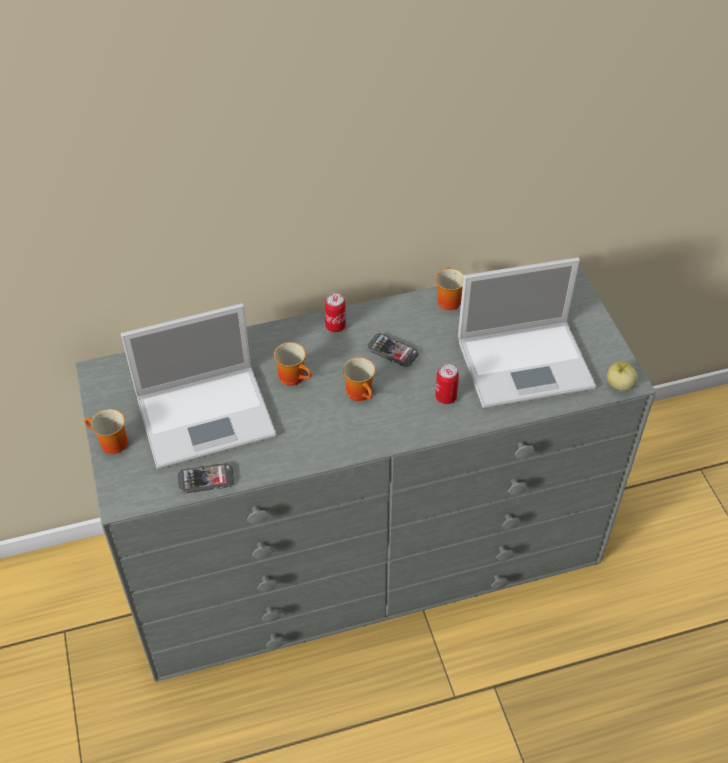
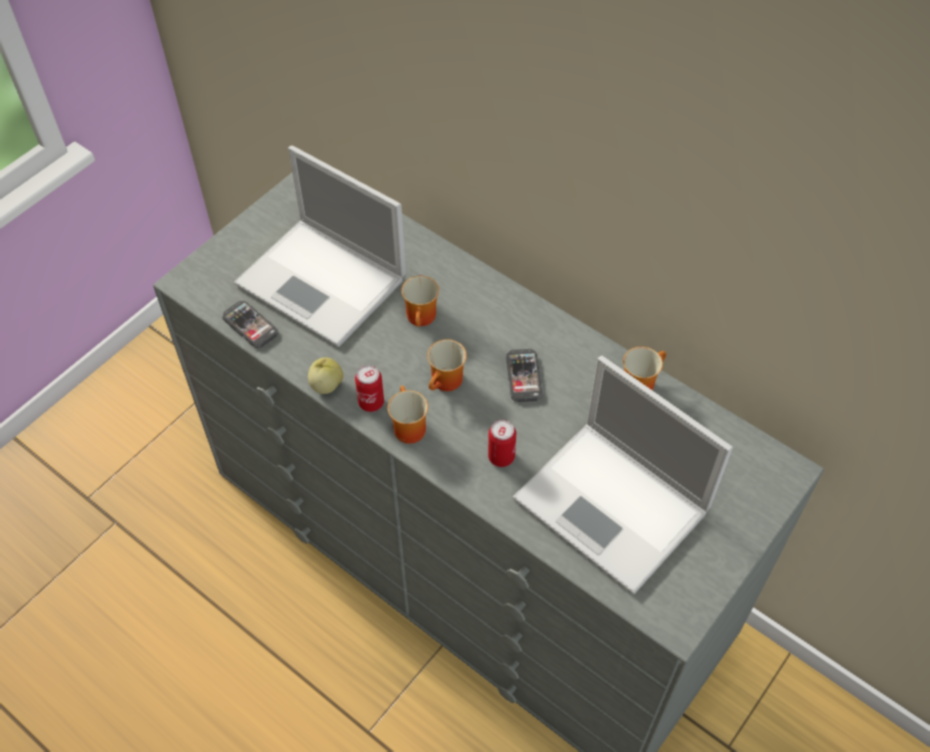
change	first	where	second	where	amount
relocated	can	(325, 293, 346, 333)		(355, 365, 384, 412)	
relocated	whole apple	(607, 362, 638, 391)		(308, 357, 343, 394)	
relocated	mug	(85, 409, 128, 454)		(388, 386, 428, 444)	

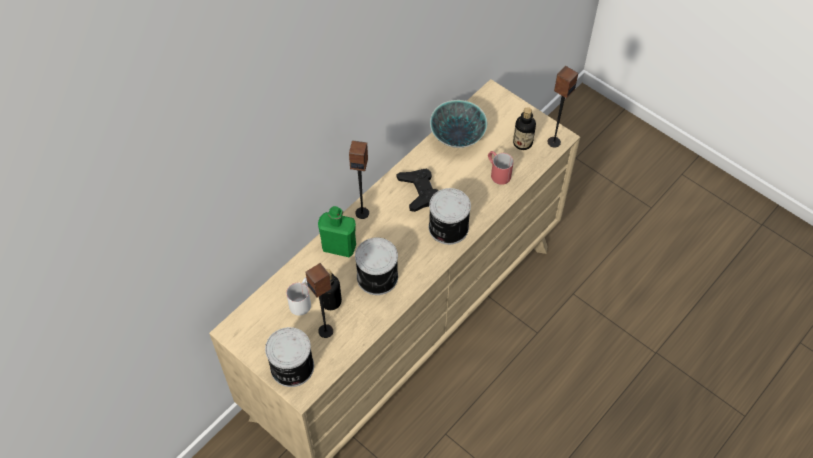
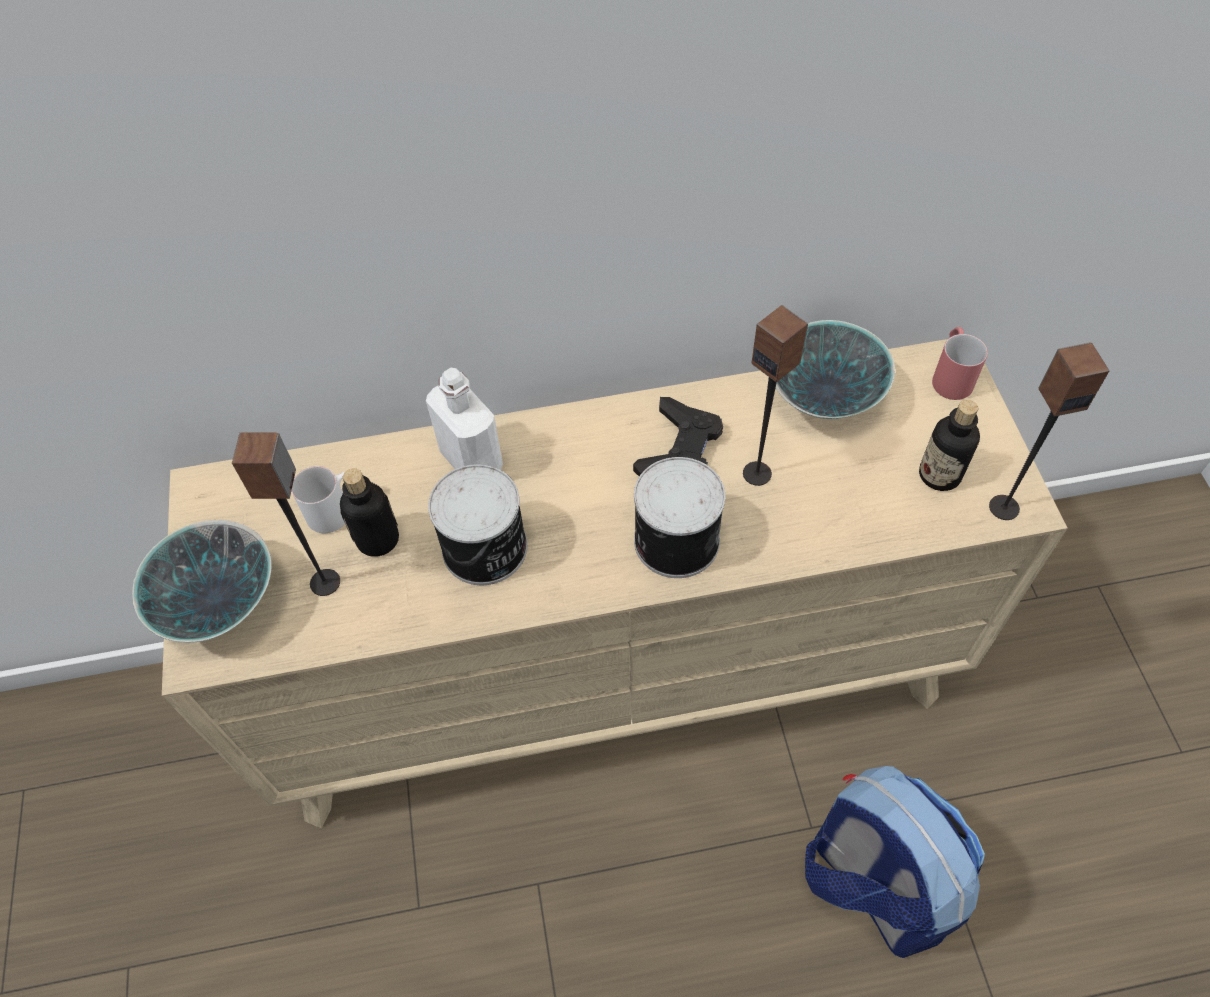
change	first	where	second	where	amount
relocated	loudspeaker	(349, 140, 369, 219)		(743, 305, 808, 486)	
relocated	red mug	(488, 151, 514, 185)		(932, 327, 988, 400)	
colour	greenish bottle	(318, 206, 356, 257)	white-coloured bottle	(426, 368, 503, 470)	
exchanged	can	(265, 327, 314, 387)	serving bowl	(132, 520, 272, 643)	
appeared			knapsack	(805, 766, 985, 958)	

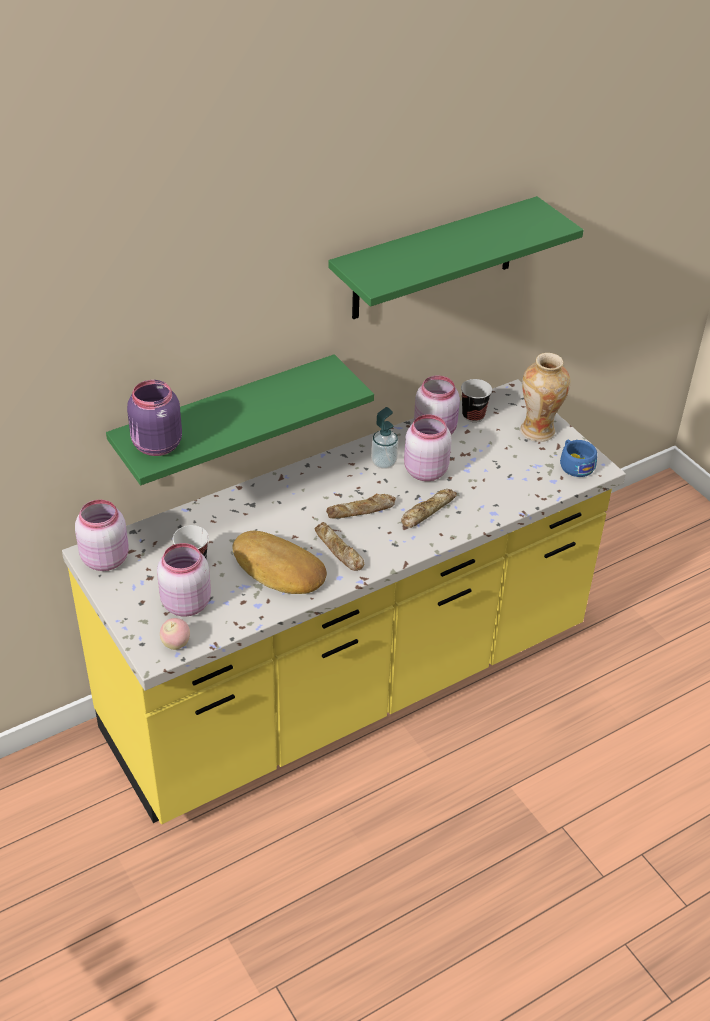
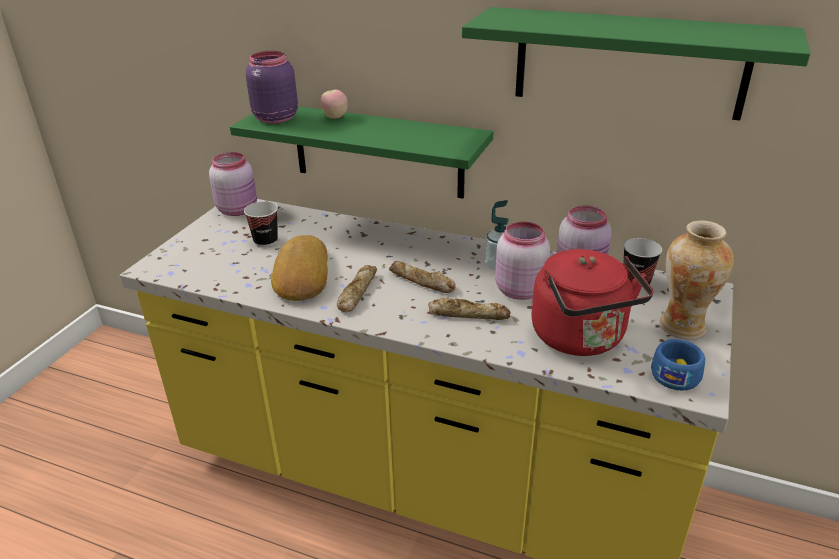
change	first	where	second	where	amount
missing	pinkish storage jar	(157, 543, 211, 617)			
relocated	whole apple	(160, 618, 190, 650)		(320, 89, 348, 119)	
appeared			red water kettle	(531, 249, 654, 356)	

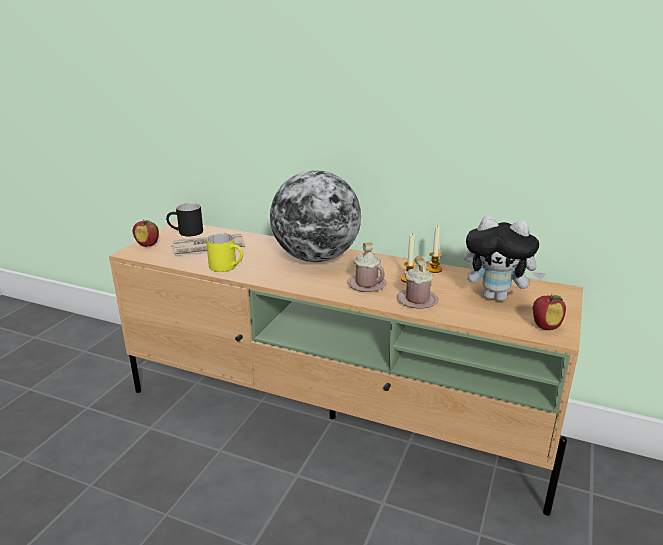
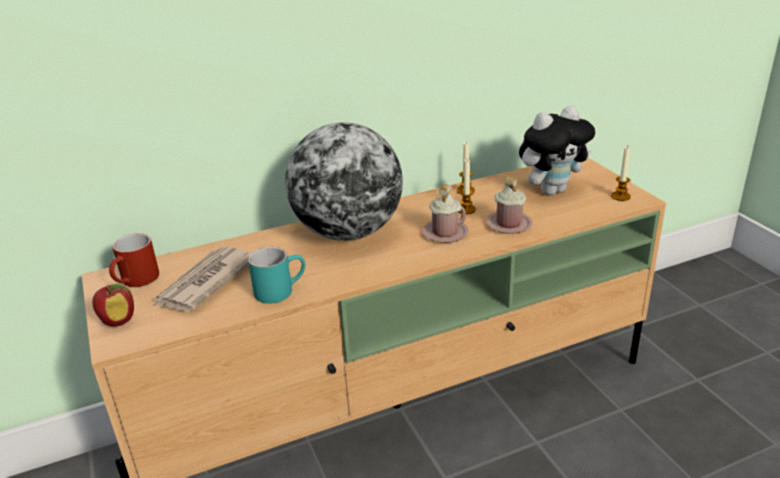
change	first	where	second	where	amount
colour	blackish mug	(166, 203, 203, 236)	red mug	(109, 233, 159, 287)	
colour	yellow mug	(206, 233, 243, 272)	turquoise-coloured mug	(248, 247, 305, 304)	
exchanged	whole apple	(533, 294, 566, 330)	wax light	(611, 146, 631, 201)	

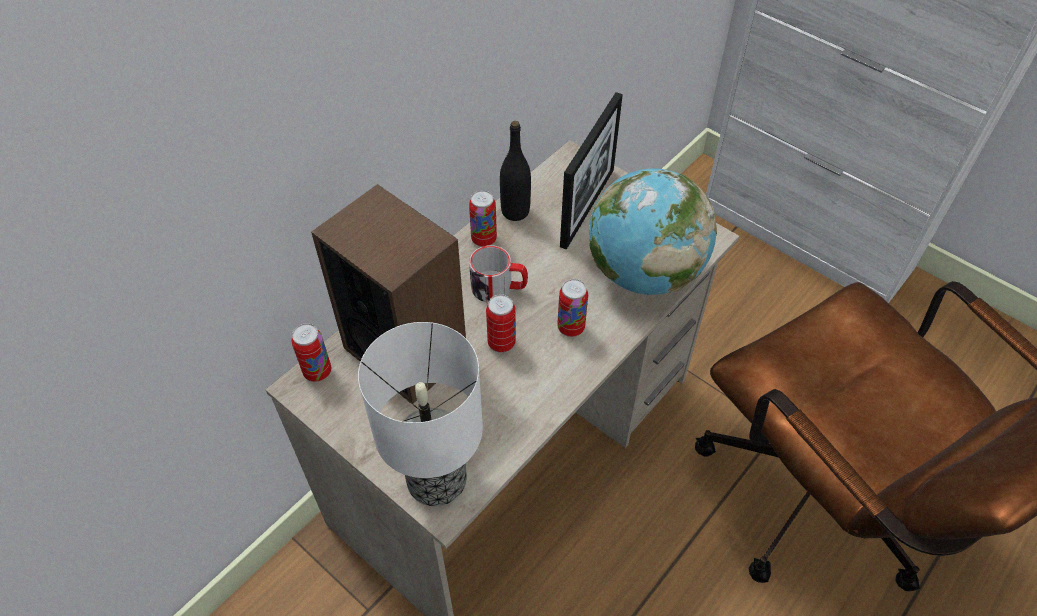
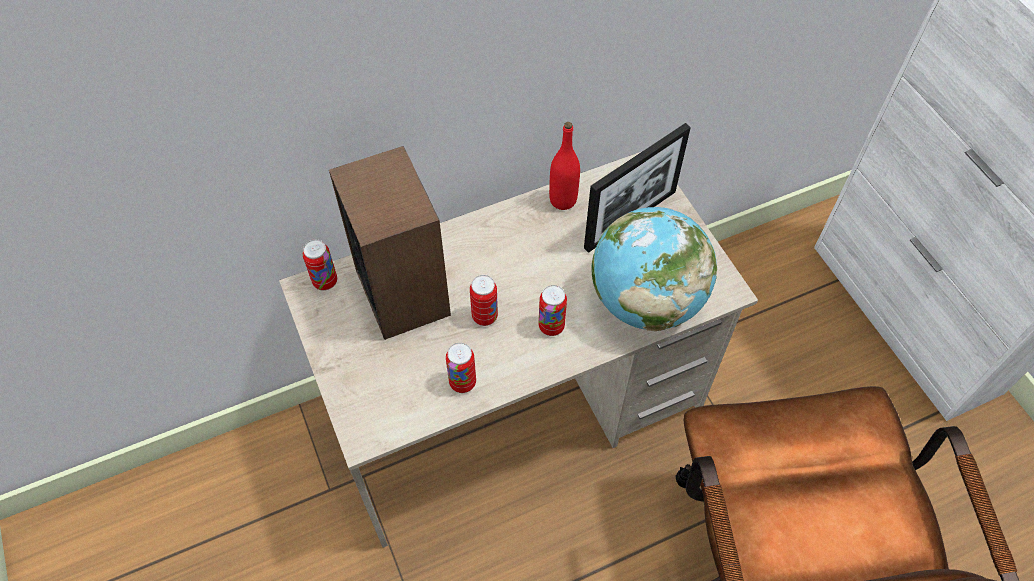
change	first	where	second	where	amount
colour	blackish bottle	(500, 121, 531, 221)	red bottle	(549, 122, 580, 210)	
relocated	can	(469, 190, 497, 247)		(446, 342, 476, 393)	
missing	mug	(469, 245, 528, 303)			
missing	table lamp	(358, 322, 483, 506)			

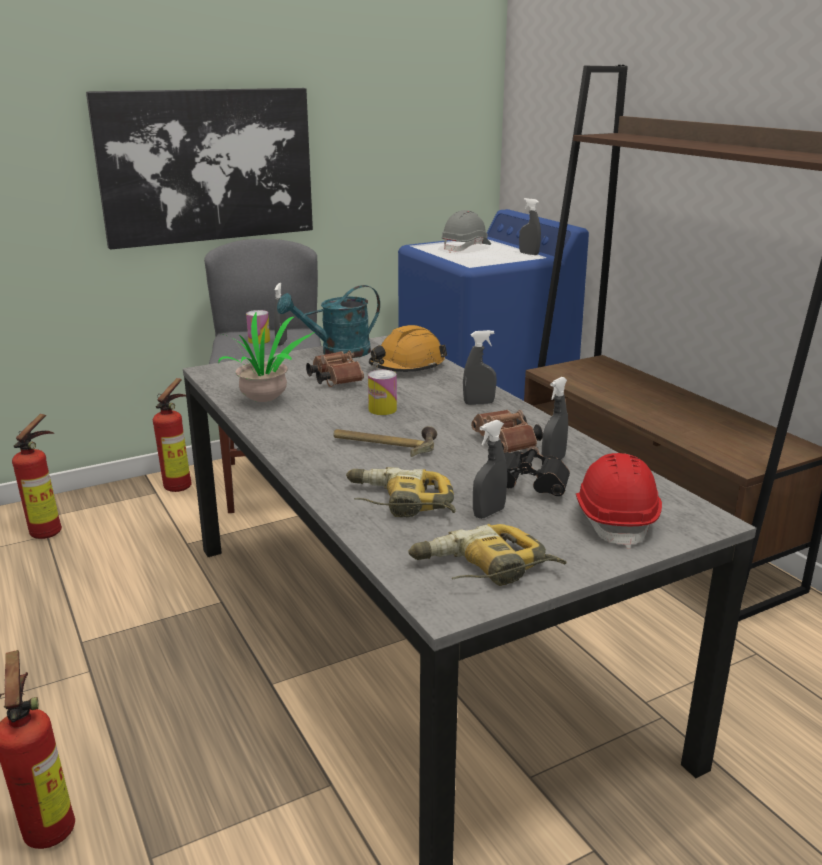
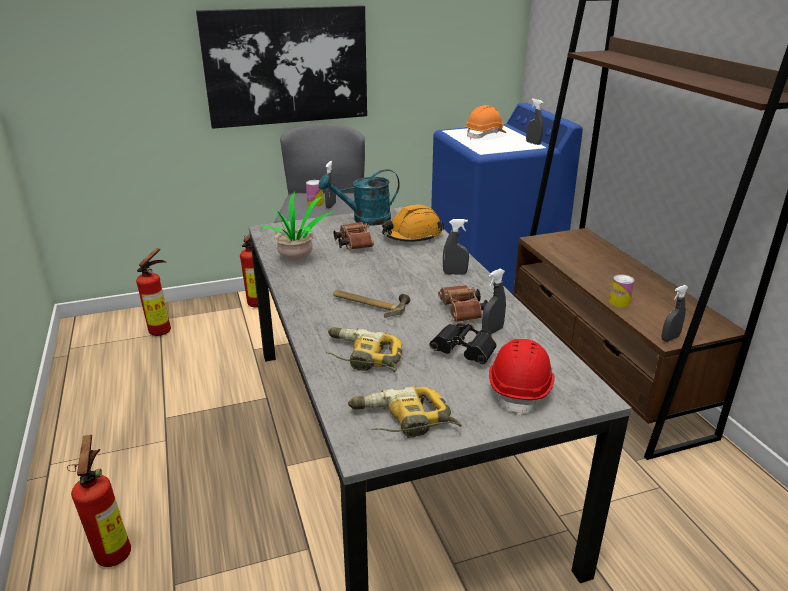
change	first	where	second	where	amount
colour	gray hard hat	(441, 210, 491, 253)	orange-coloured hard hat	(466, 105, 506, 139)	
relocated	can	(368, 370, 397, 415)		(609, 274, 634, 308)	
relocated	gray hand sprayer	(473, 420, 507, 519)		(662, 285, 689, 342)	

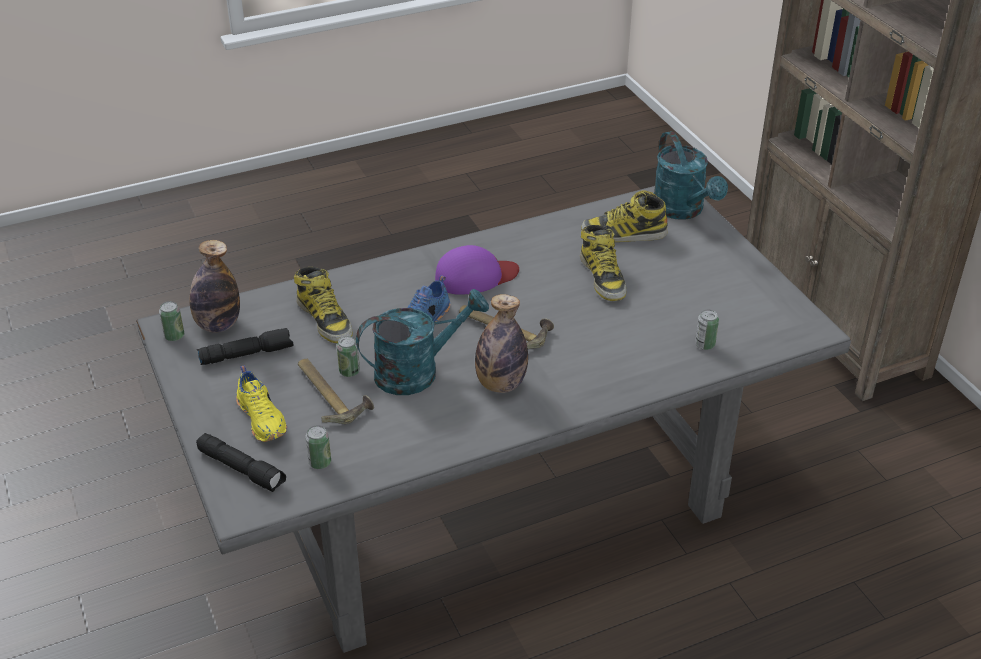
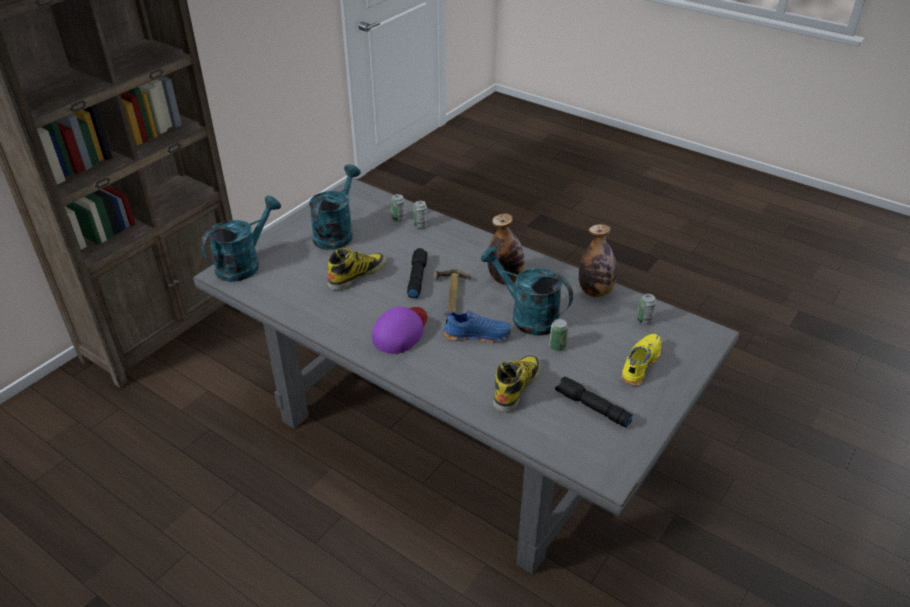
change	first	where	second	where	amount
missing	tall boot	(581, 190, 668, 242)			
relocated	bottle	(190, 240, 240, 333)		(579, 224, 617, 297)	
spun	purplish peaked cap	(435, 245, 519, 295)		(372, 307, 427, 354)	75 degrees clockwise
relocated	can	(159, 301, 184, 341)		(413, 201, 427, 229)	
missing	tool hammer	(298, 359, 374, 424)			
relocated	blackish torch	(196, 433, 286, 492)		(407, 248, 428, 298)	
appeared			turquoise-coloured watering pot	(309, 164, 361, 250)	

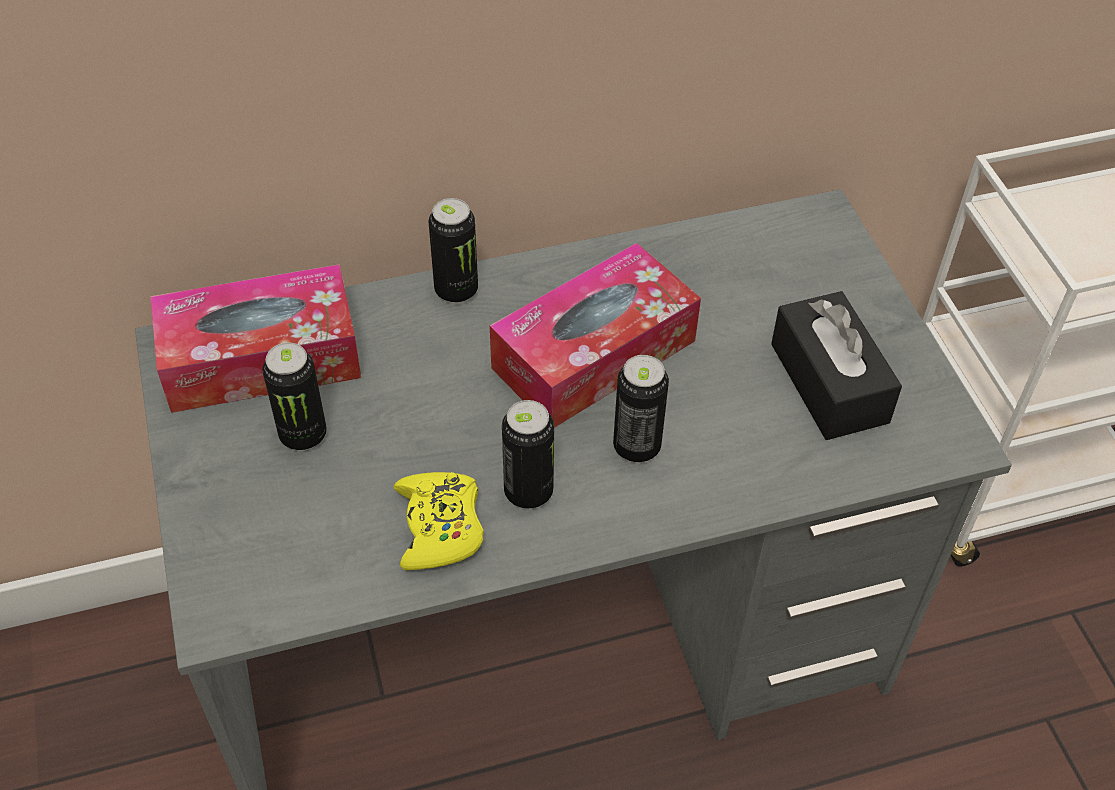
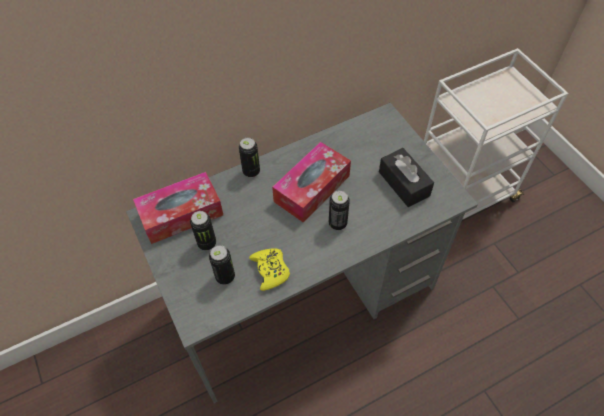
change	first	where	second	where	amount
relocated	can	(502, 400, 554, 509)		(209, 245, 235, 285)	

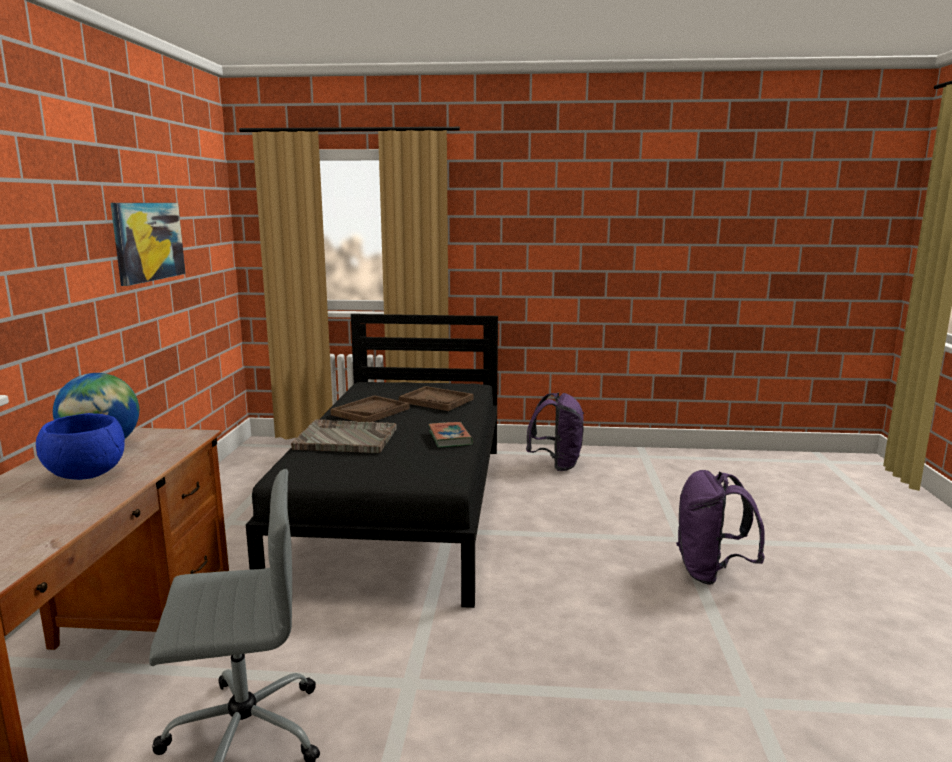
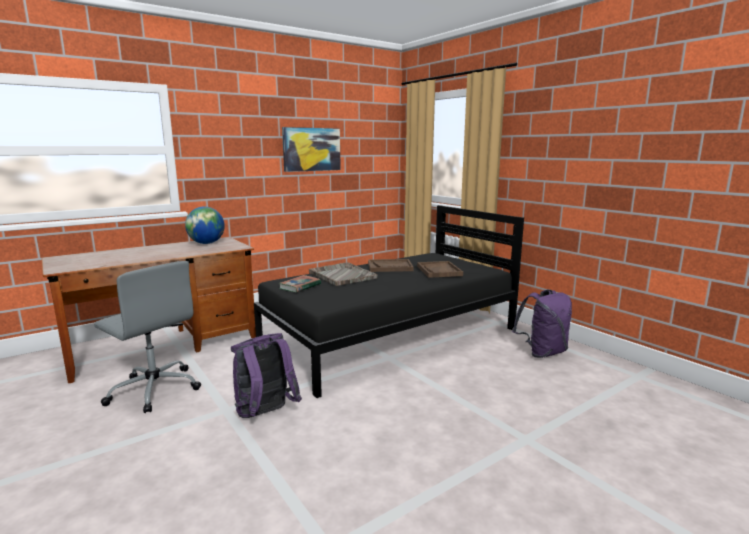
change	first	where	second	where	amount
missing	bluish serving bowl	(36, 413, 125, 480)			
relocated	book	(428, 422, 473, 448)		(279, 275, 321, 292)	
relocated	purplish knapsack	(676, 470, 765, 585)		(231, 333, 302, 418)	

